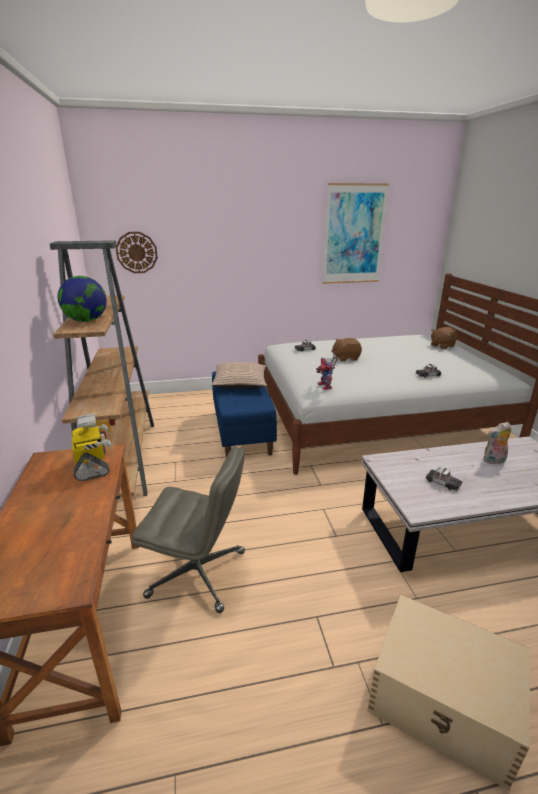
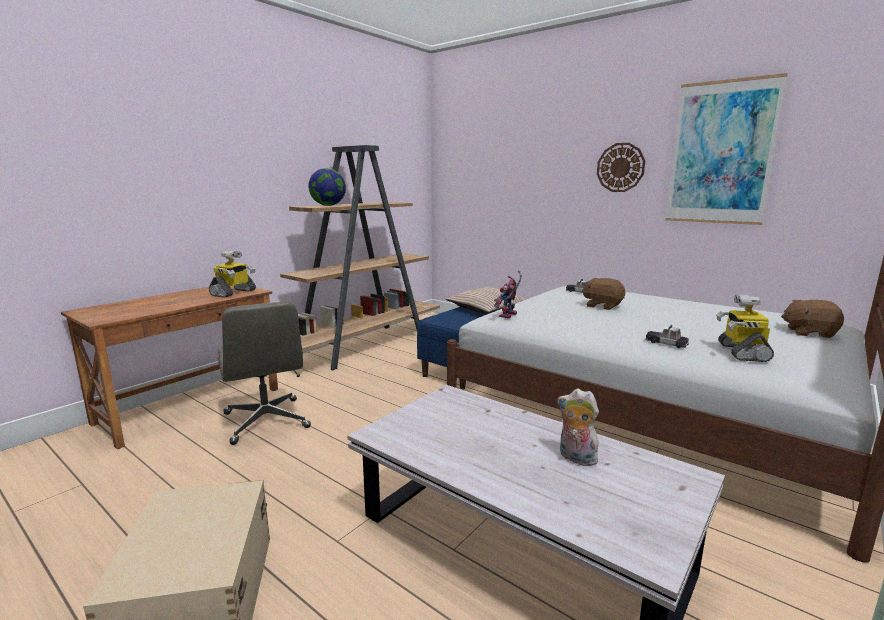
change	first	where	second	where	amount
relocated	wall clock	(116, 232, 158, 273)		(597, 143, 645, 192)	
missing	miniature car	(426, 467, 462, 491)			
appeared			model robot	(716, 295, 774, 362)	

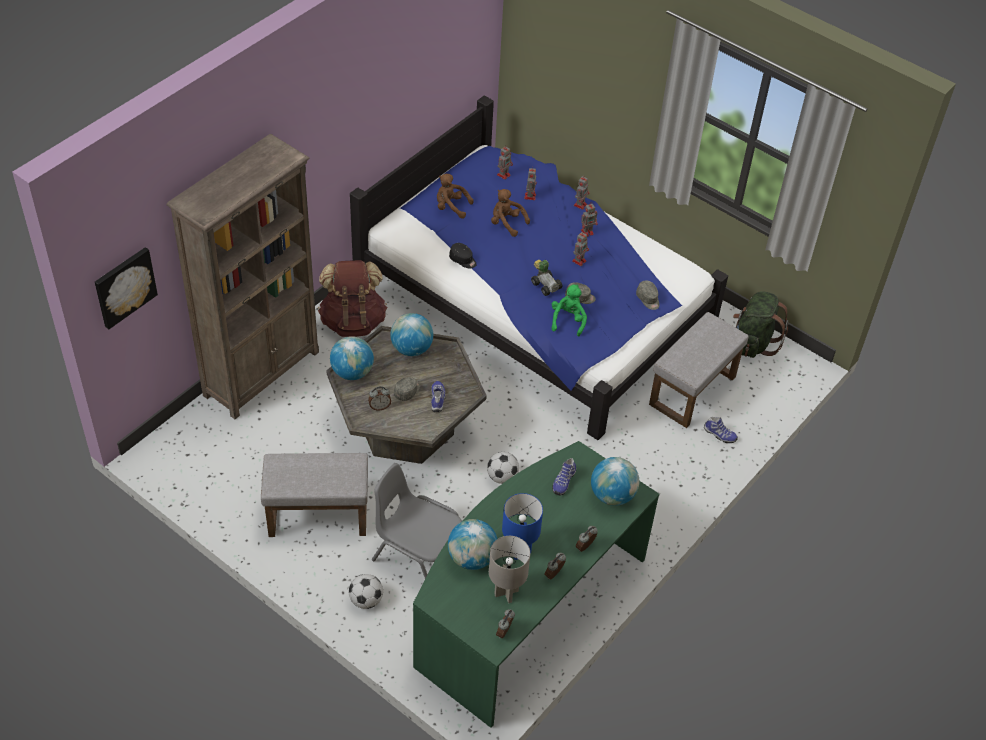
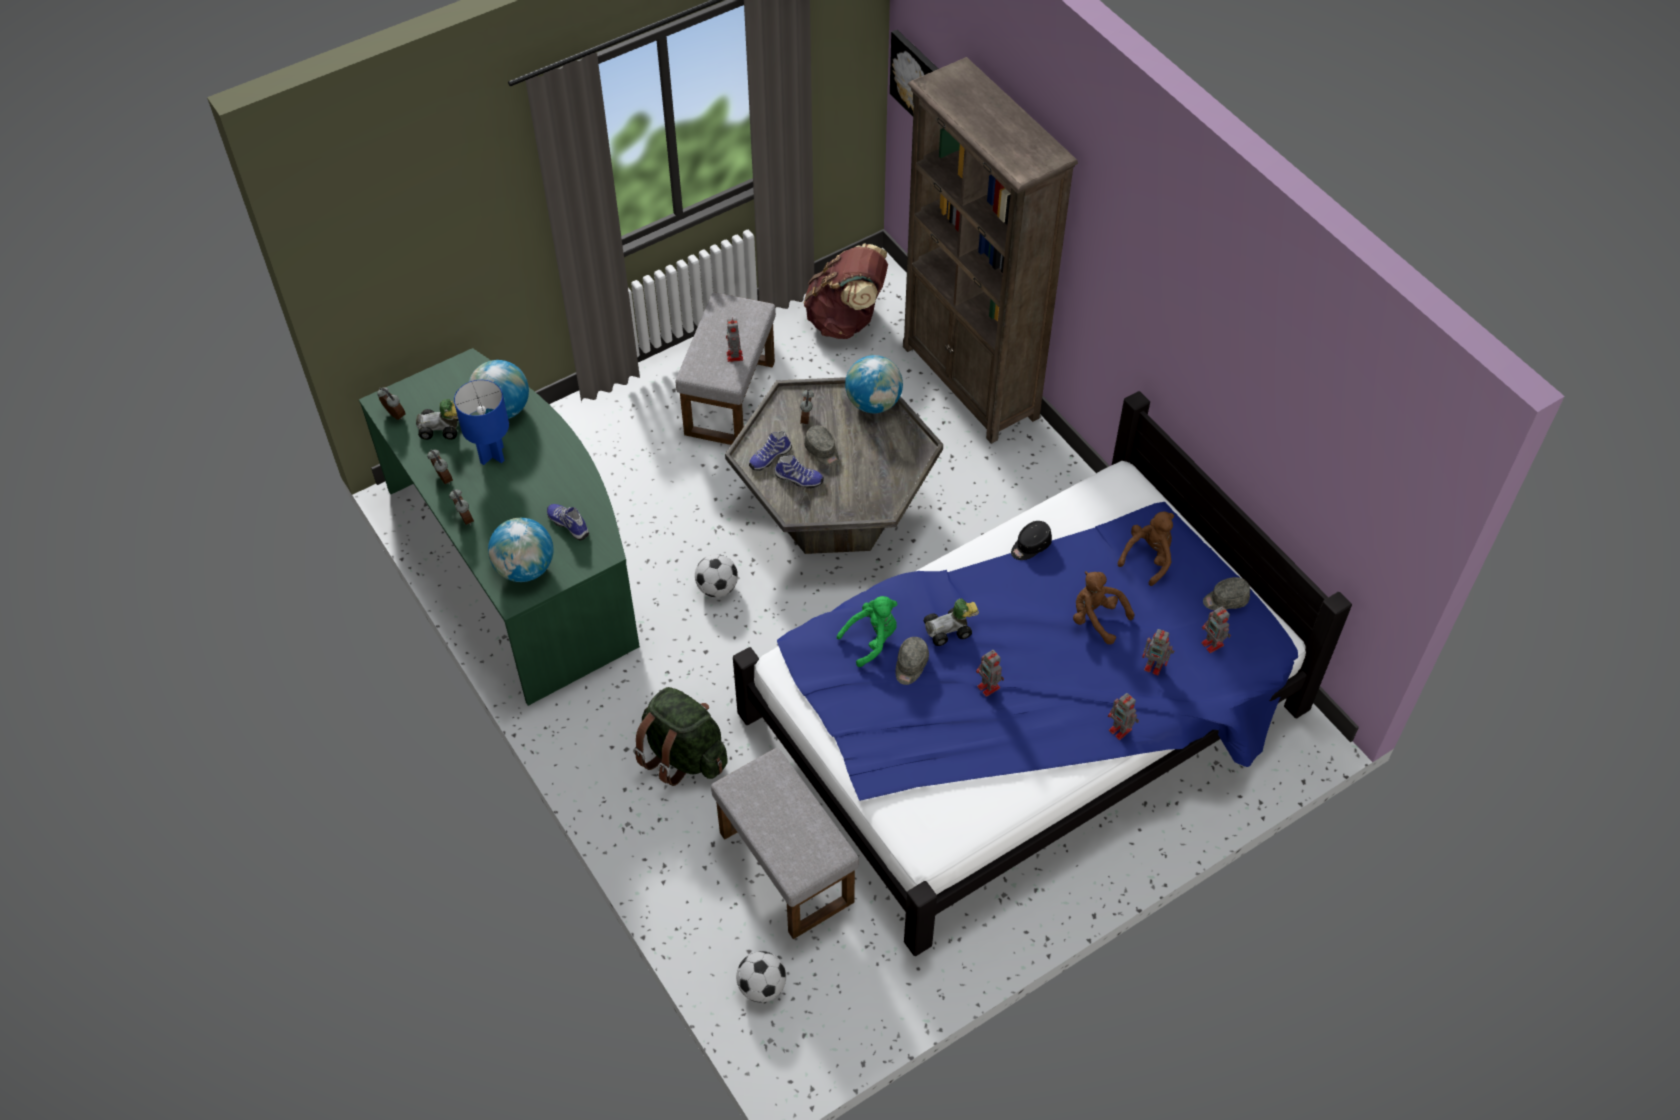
change	first	where	second	where	amount
spun	brownish soft toy	(491, 189, 530, 237)		(1073, 571, 1135, 644)	105 degrees counterclockwise
relocated	model robot	(581, 204, 598, 237)		(726, 318, 743, 362)	
relocated	brownish knapsack	(318, 260, 387, 337)		(804, 243, 888, 339)	
relocated	gray peaked cap	(636, 280, 659, 310)		(1203, 577, 1250, 610)	
spun	greenish soft toy	(552, 285, 587, 336)		(837, 596, 897, 667)	60 degrees counterclockwise
relocated	greenish knapsack	(733, 291, 789, 358)		(633, 687, 728, 786)	
missing	globe	(390, 313, 433, 356)			
relocated	shoe	(704, 417, 738, 443)		(749, 431, 792, 471)	
missing	gray upright chair	(372, 463, 462, 579)			
exchanged	gray table lamp	(489, 536, 530, 603)	miniature car	(416, 399, 458, 440)	
relocated	football ball	(349, 574, 383, 609)		(736, 951, 786, 1002)	

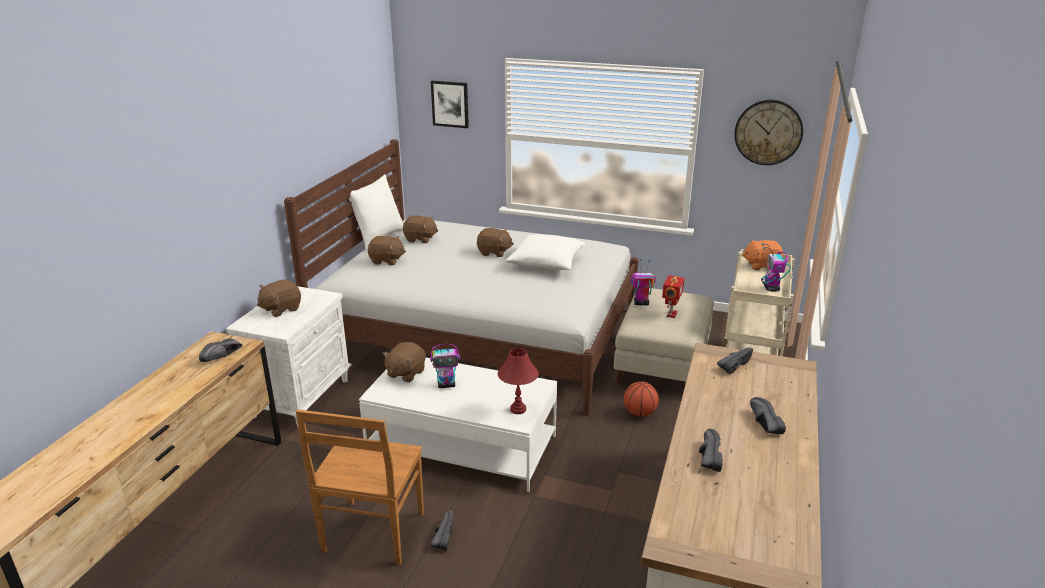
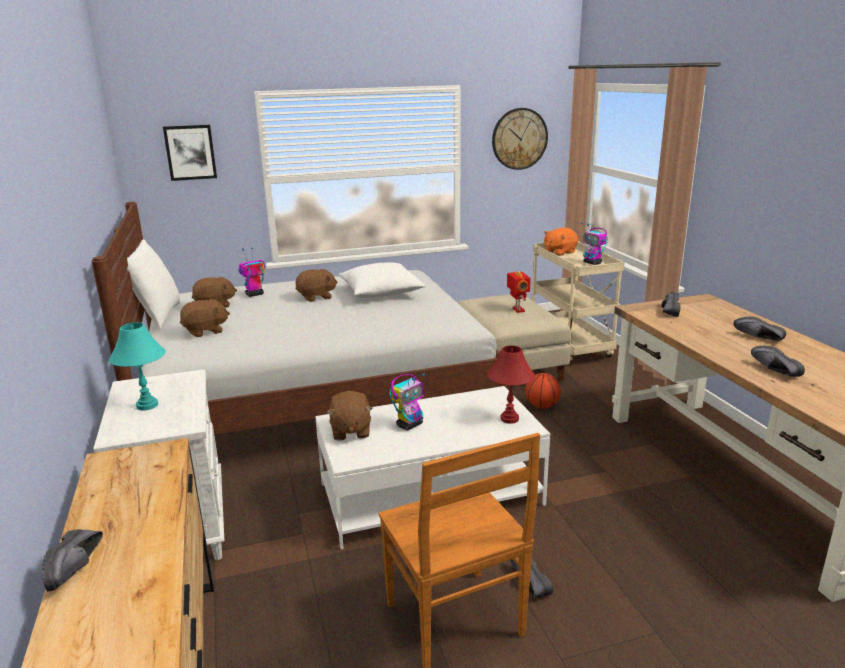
change	first	where	second	where	amount
relocated	model robot	(630, 259, 656, 305)		(238, 247, 265, 297)	
exchanged	brownish soft toy	(257, 279, 301, 317)	turquoise-coloured table lamp	(109, 322, 166, 410)	
relocated	blackish shoe	(199, 338, 242, 362)		(42, 529, 103, 592)	

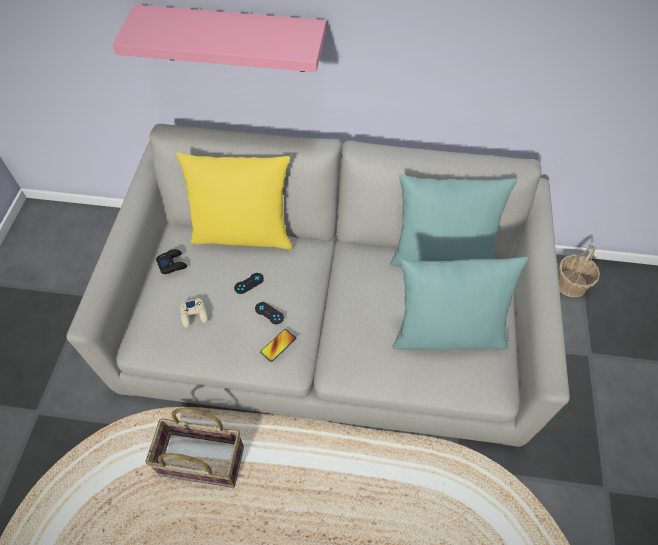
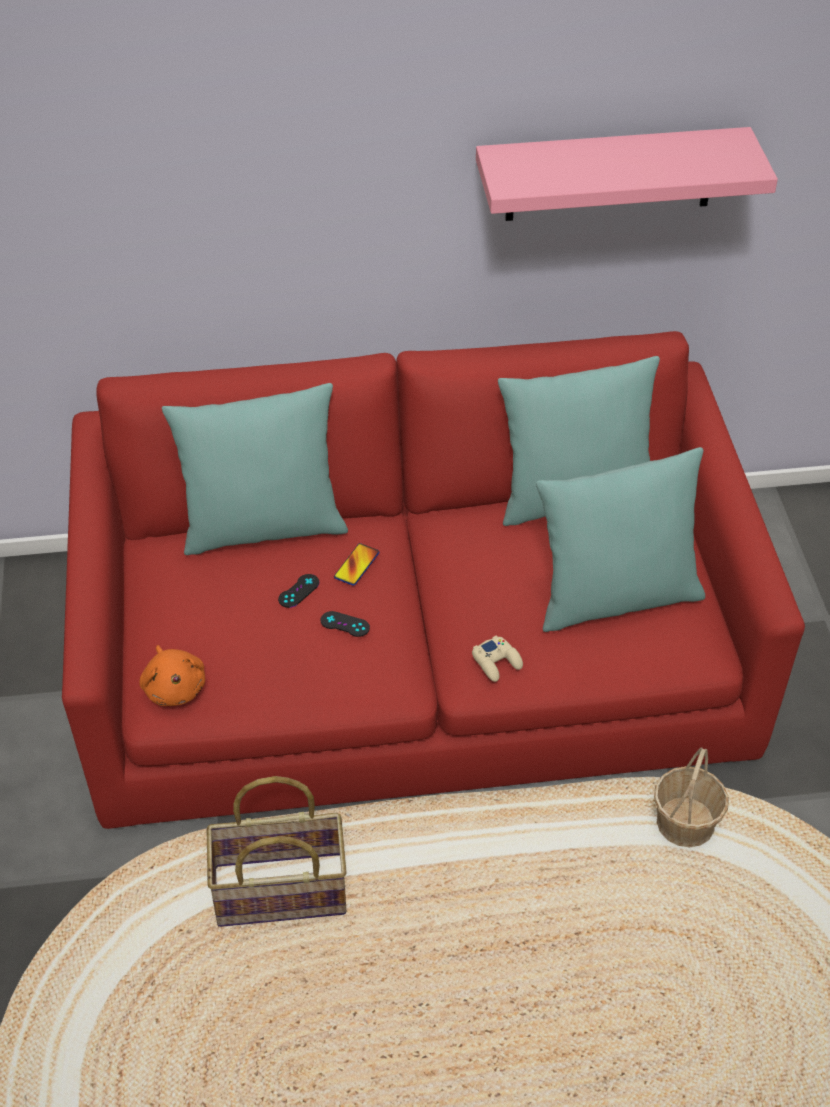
change	first	where	second	where	amount
relocated	pinkish wall shelf	(112, 5, 326, 72)		(476, 127, 778, 221)	
colour	gray couch	(67, 124, 570, 447)	red couch	(62, 331, 805, 829)	
colour	yellow pillow	(176, 152, 293, 249)	turquoise-coloured pillow	(162, 383, 348, 555)	
relocated	basket	(558, 246, 600, 297)		(654, 747, 729, 848)	
missing	blackish gamepad	(156, 249, 187, 274)			
relocated	beige gamepad	(180, 298, 208, 328)		(472, 636, 523, 682)	
relocated	phone	(260, 329, 296, 362)		(334, 543, 379, 586)	
appeared			orange-coloured soft toy	(139, 645, 205, 706)	

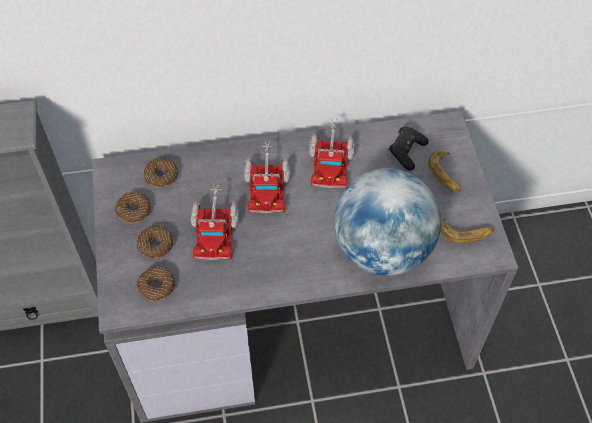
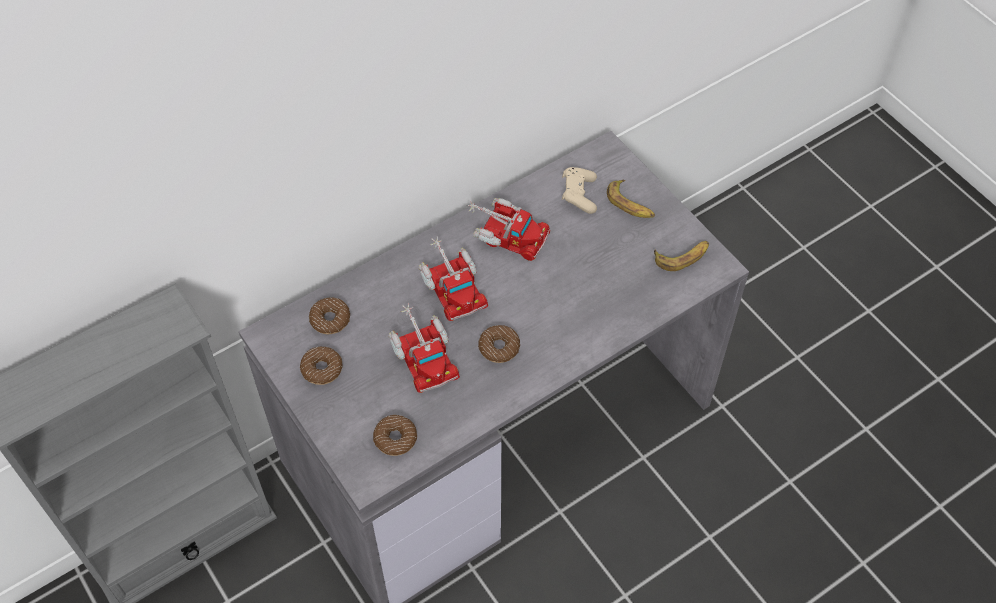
change	first	where	second	where	amount
spun	toy truck	(309, 118, 355, 189)		(466, 198, 550, 261)	45 degrees counterclockwise
colour	blackish gamepad	(389, 126, 428, 171)	beige gamepad	(562, 167, 597, 214)	
missing	globe	(333, 168, 441, 276)			
relocated	ring doughnut	(137, 226, 173, 258)		(478, 325, 520, 363)	

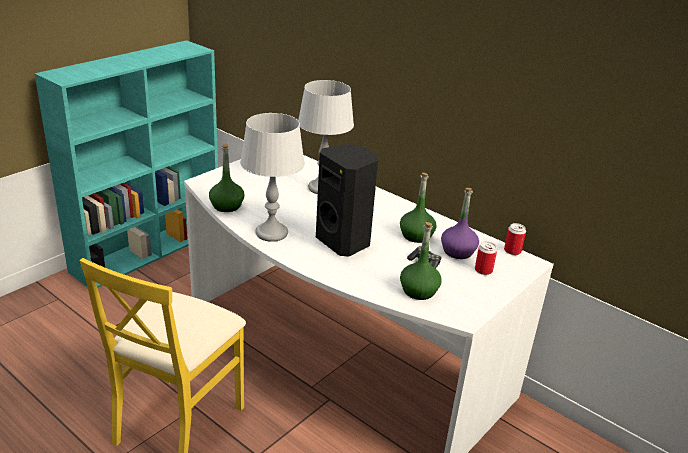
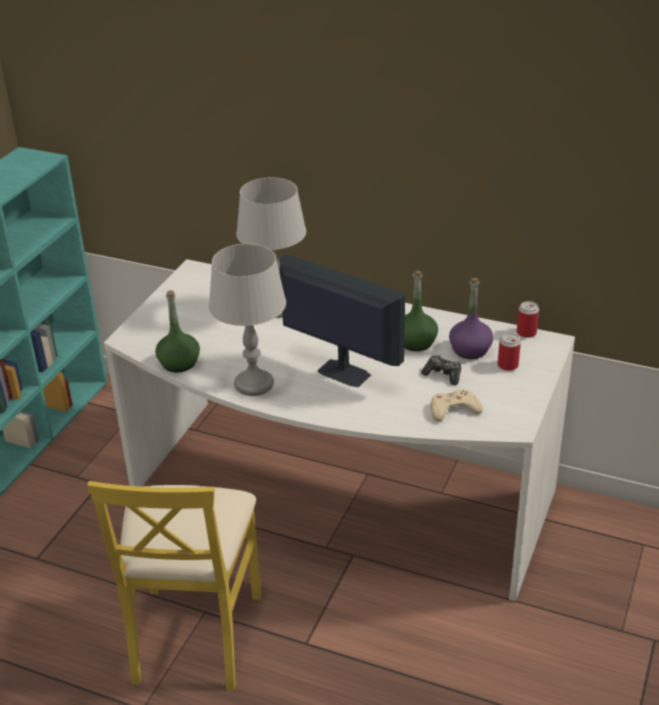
change	first	where	second	where	amount
exchanged	blackish loudspeaker	(316, 144, 378, 257)	computer screen	(279, 254, 405, 387)	
exchanged	greenish bottle	(400, 222, 442, 300)	beige gamepad	(431, 390, 483, 421)	

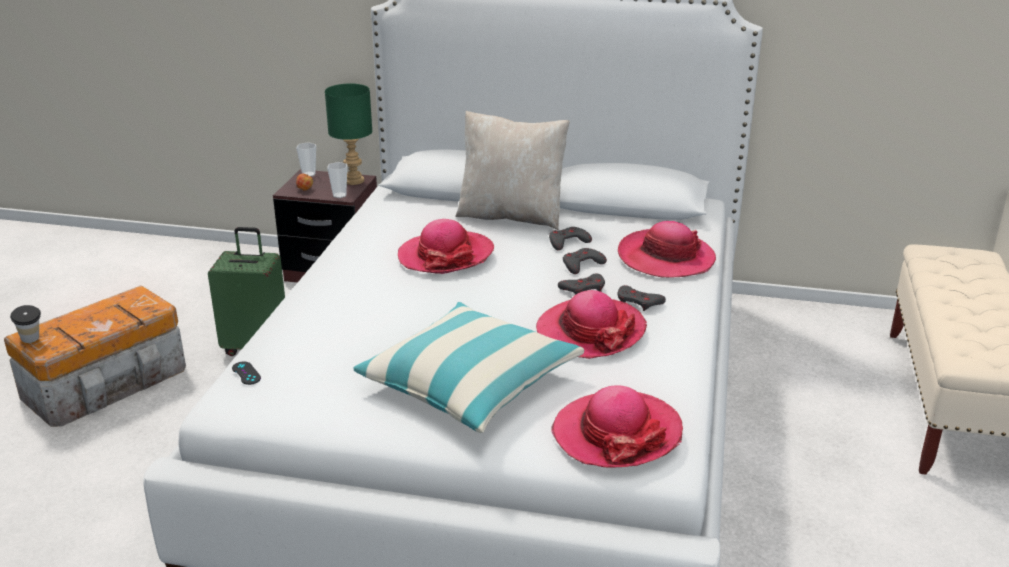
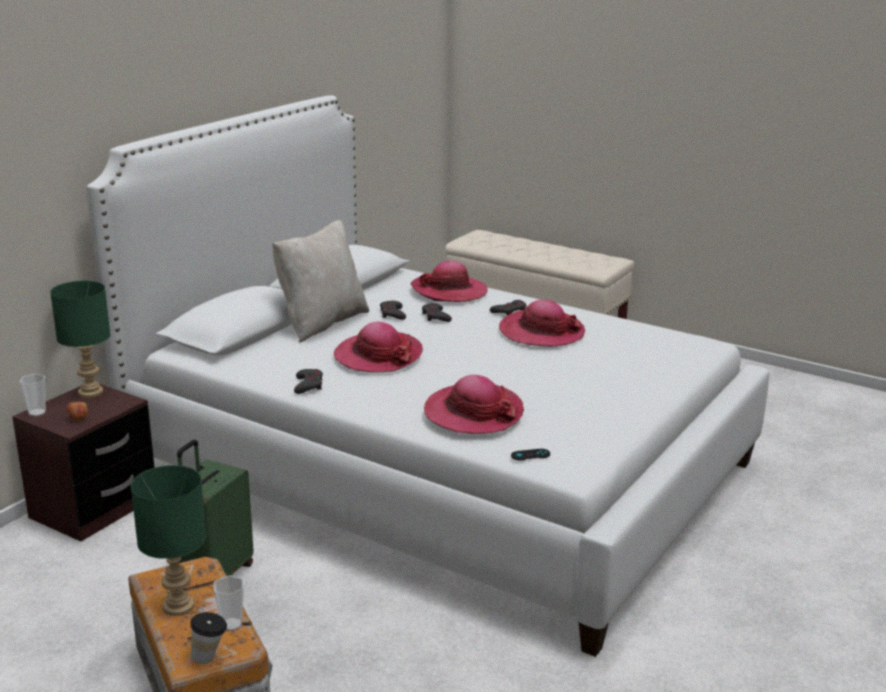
change	first	where	second	where	amount
relocated	small cup	(327, 162, 347, 198)		(214, 576, 244, 631)	
relocated	gray gamepad	(558, 274, 605, 294)		(294, 369, 323, 394)	
missing	pillow	(354, 302, 584, 433)			
relocated	clothing hat	(552, 385, 683, 468)		(424, 375, 524, 434)	
appeared			greenish table lamp	(131, 465, 206, 616)	

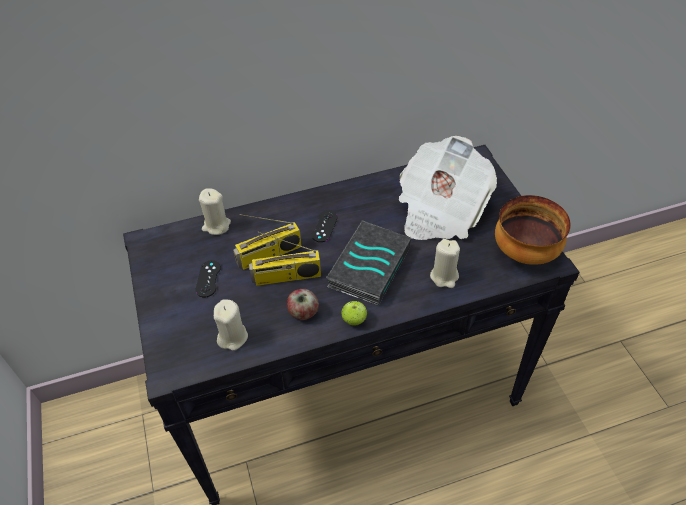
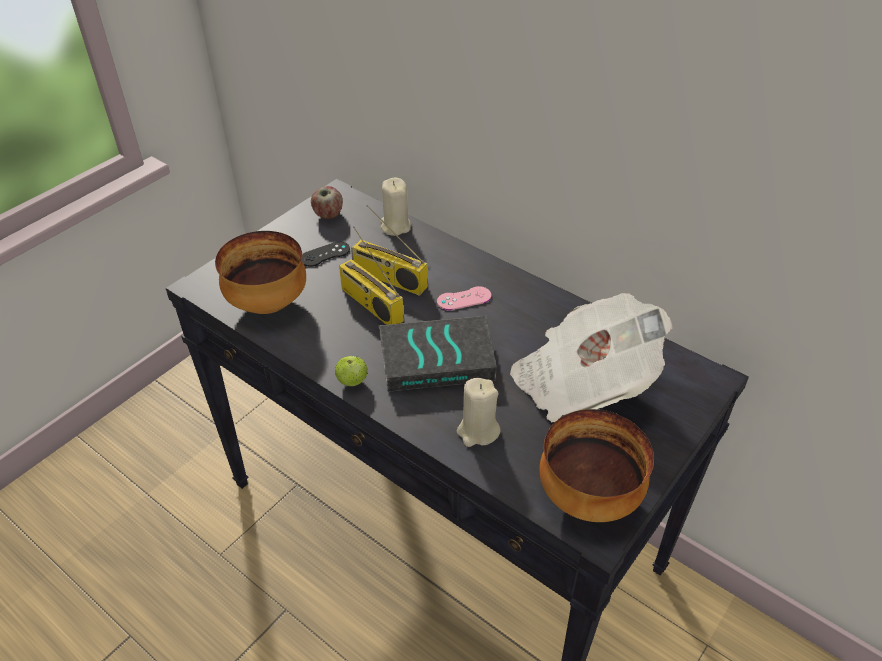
change	first	where	second	where	amount
colour	blackish gamepad	(312, 210, 338, 242)	pinkish gamepad	(437, 286, 491, 310)	
relocated	whole apple	(287, 289, 319, 320)		(311, 186, 343, 219)	
exchanged	beige wax light	(214, 300, 248, 351)	serving bowl	(215, 231, 306, 314)	

